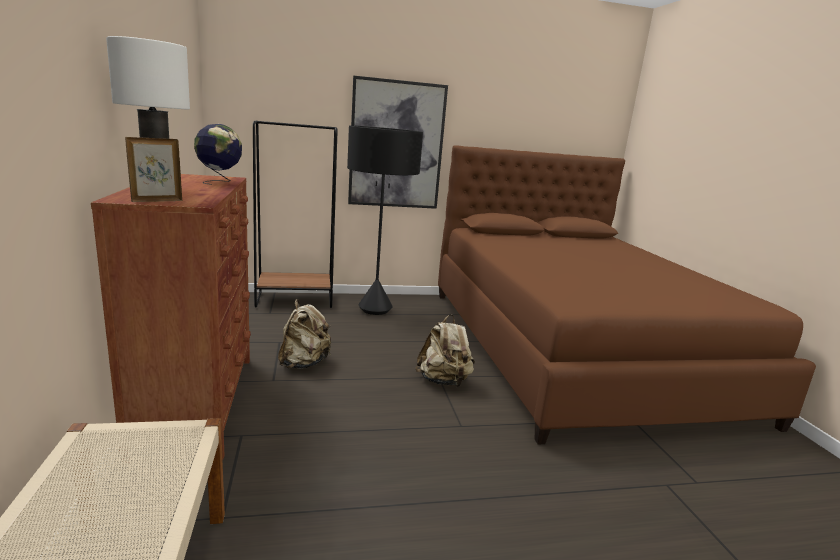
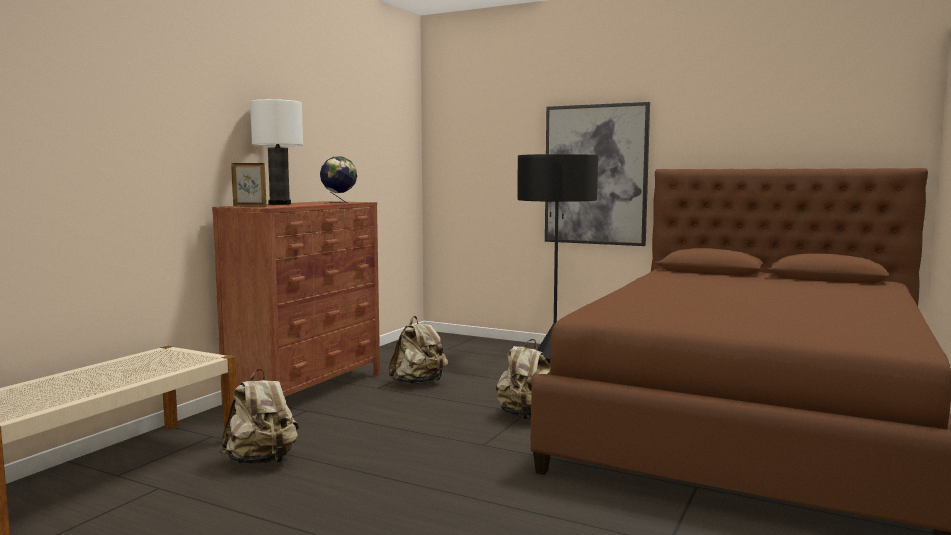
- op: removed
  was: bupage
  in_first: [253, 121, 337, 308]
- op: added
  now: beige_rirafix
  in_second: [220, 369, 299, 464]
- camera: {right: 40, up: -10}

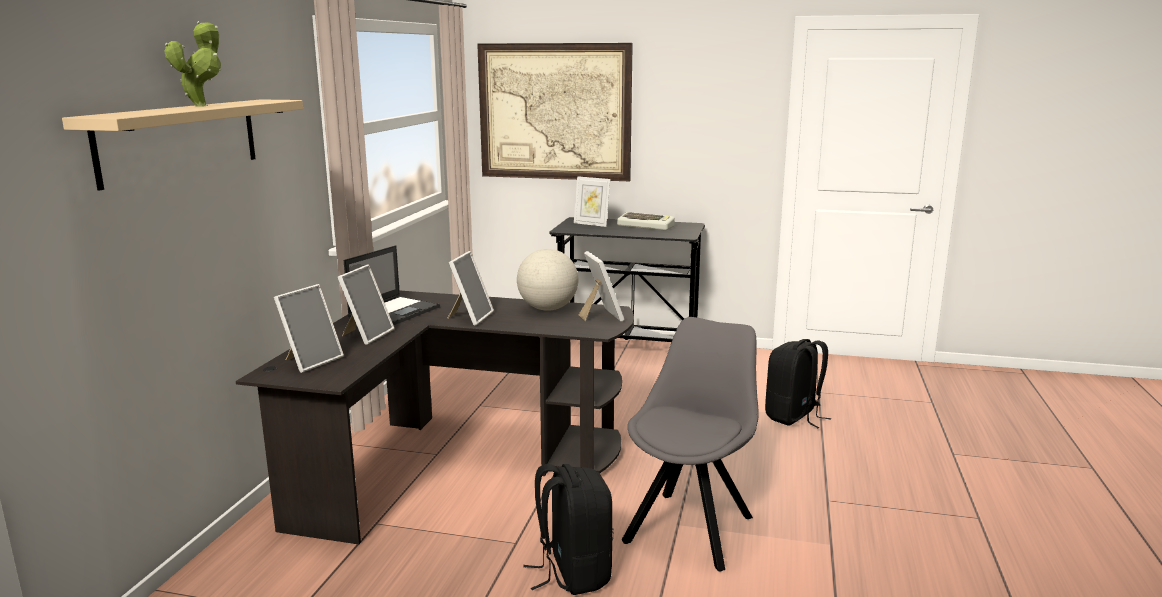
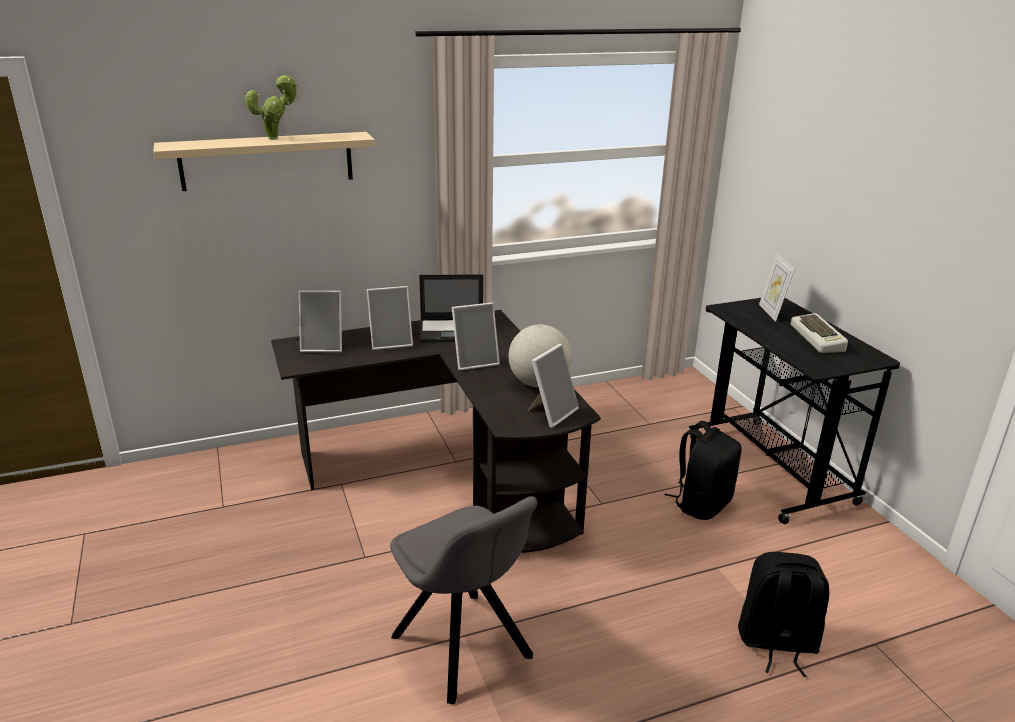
- op: removed
  was: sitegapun
  in_first: [477, 43, 633, 181]
- op: moved
  was: black_rirafix
  in_first: [523, 464, 614, 595]
  in_second: [665, 421, 742, 520]
- op: turned
  was: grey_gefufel
  in_first: [622, 317, 759, 571]
  in_second: [390, 496, 537, 704]
  clockwise: 60
- camera: {right: 55, up: 10}

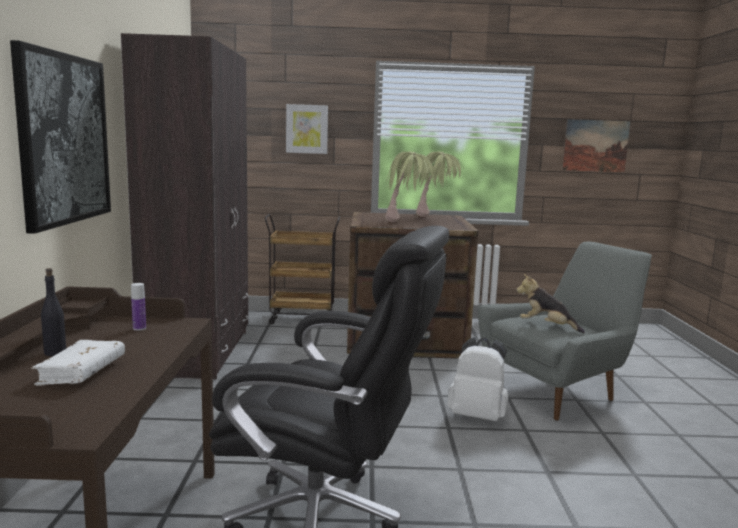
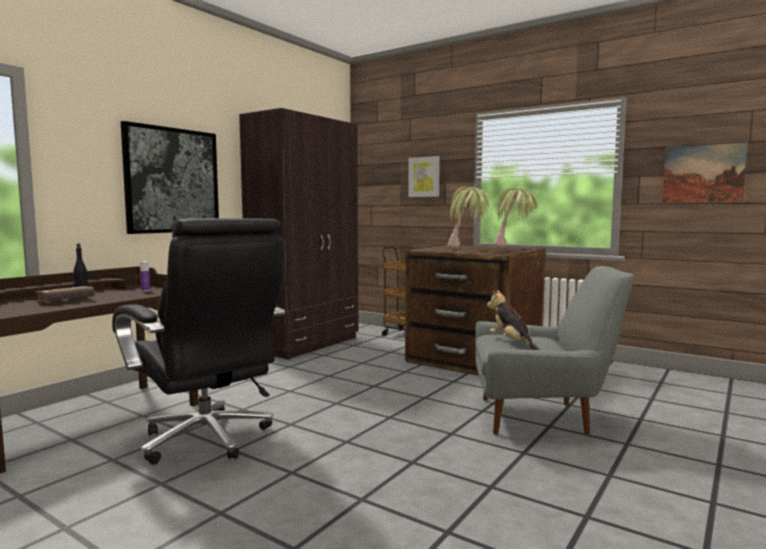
- op: recoloured
  was: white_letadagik
  now: brown_letadagik
  in_first: [31, 340, 125, 386]
  in_second: [35, 286, 95, 302]
- op: removed
  was: white_rirafix
  in_first: [447, 337, 509, 421]
- camera: {right: 35, up: -5}

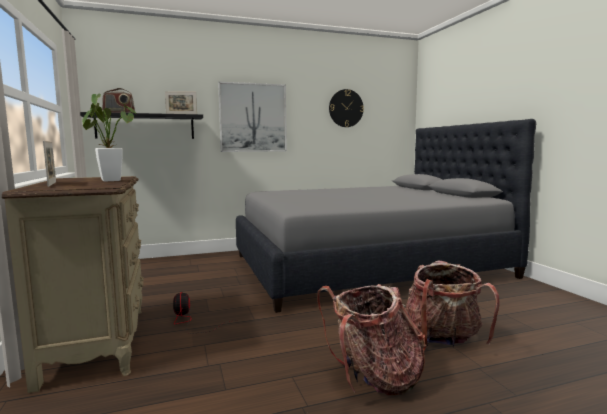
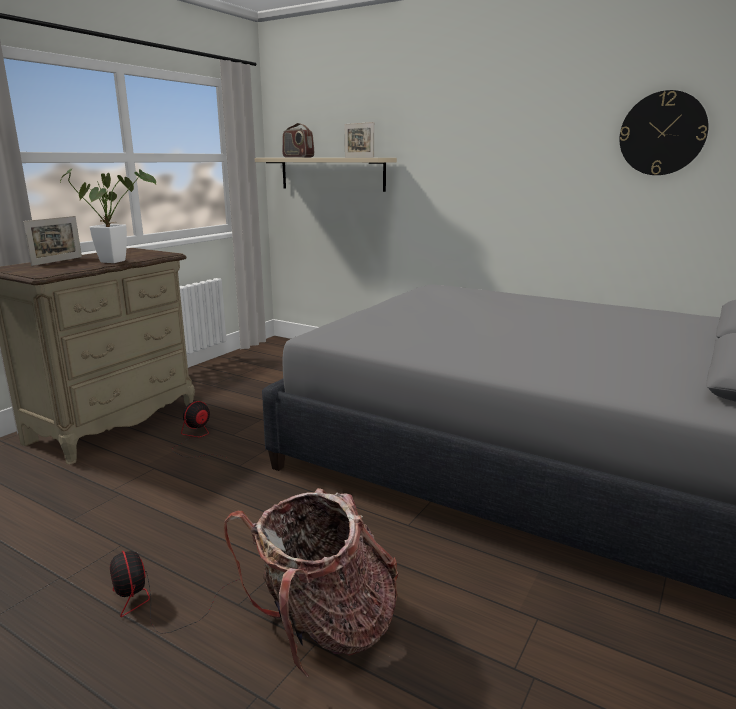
- op: recoloured
  was: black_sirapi
  now: beige_sirapi
  in_first: [80, 112, 203, 139]
  in_second: [255, 158, 397, 192]
- op: removed
  was: sitegapun
  in_first: [218, 81, 287, 152]
- op: replaced
  was: rirafix
  now: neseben
  in_first: [317, 284, 426, 395]
  in_second: [110, 551, 240, 634]
- camera: {right: 50, up: 10}

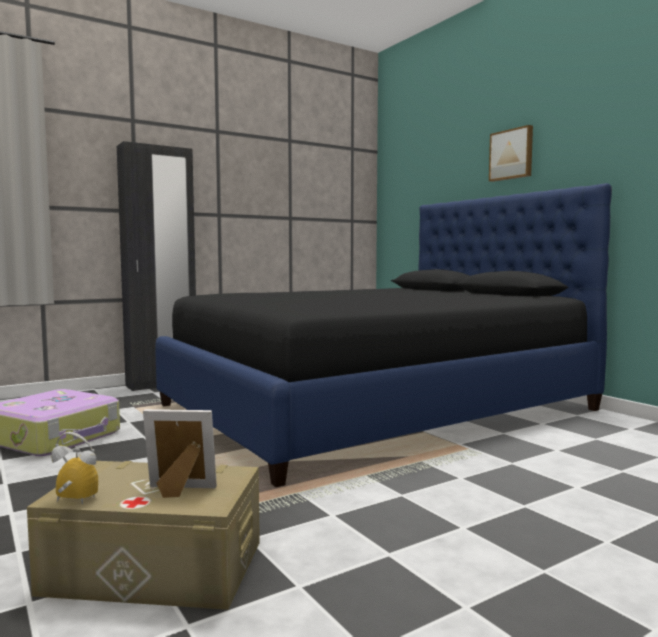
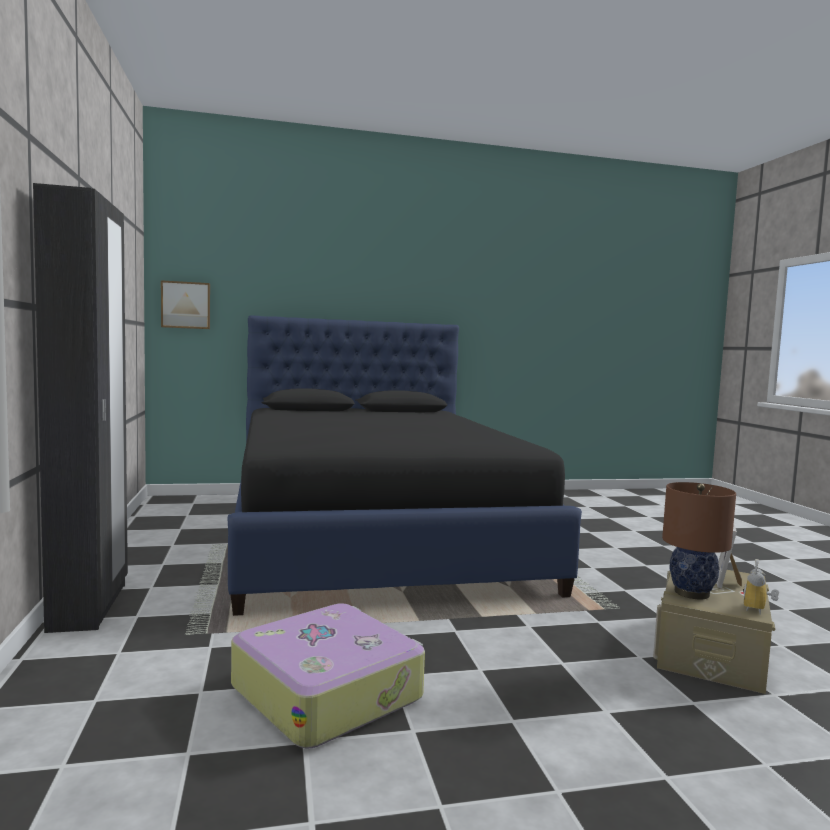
- op: moved
  was: sitegapun
  in_first: [489, 125, 533, 182]
  in_second: [161, 280, 210, 329]
- op: added
  now: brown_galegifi
  in_second: [662, 482, 736, 599]
- camera: {right: -70, up: 0}

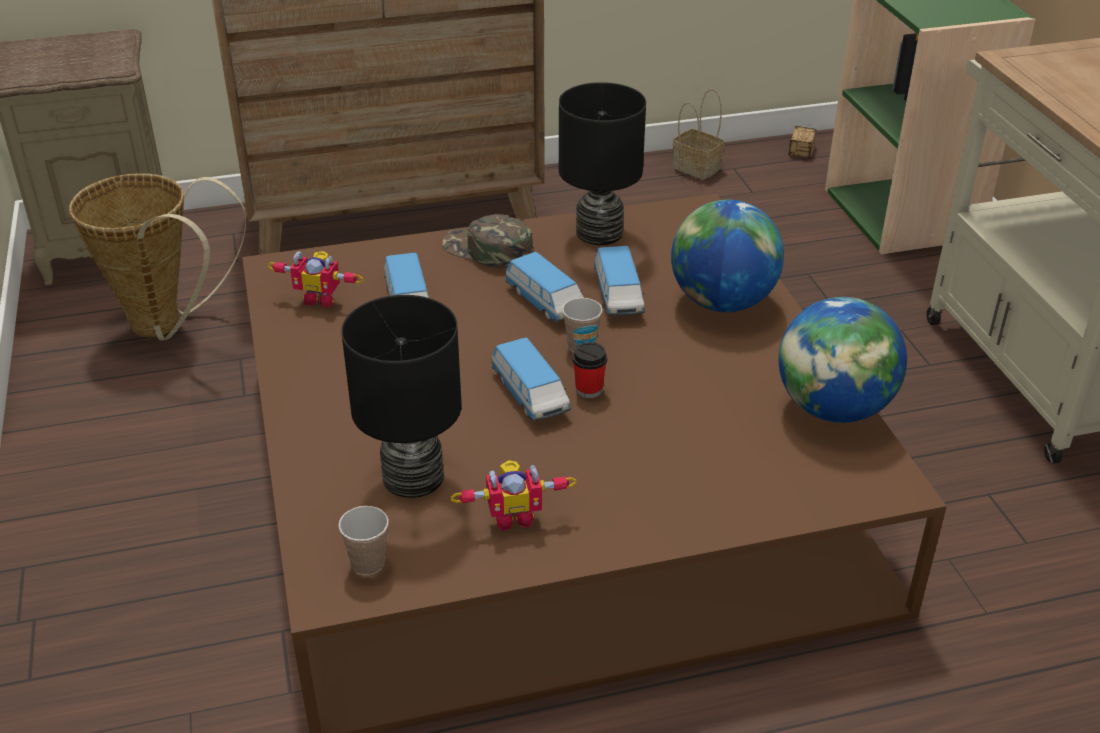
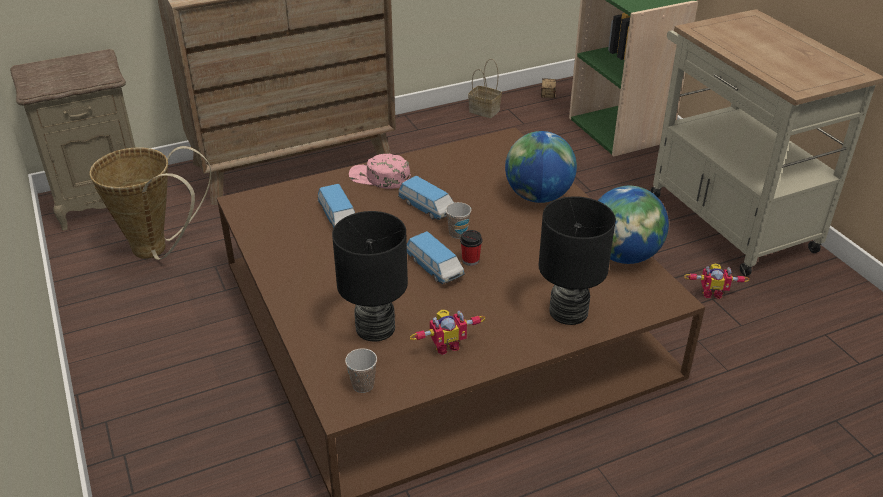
- op: moved
  was: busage
  in_first: [268, 251, 363, 308]
  in_second: [684, 263, 749, 299]
- op: recoloured
  was: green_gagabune
  now: pink_gagabune
  in_first: [442, 214, 533, 268]
  in_second: [349, 154, 410, 189]
- op: moved
  was: black_galegifi
  in_first: [559, 82, 646, 245]
  in_second: [539, 196, 616, 325]
- op: removed
  was: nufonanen
  in_first: [594, 246, 645, 316]
- camera: {right: -10, up: 0}

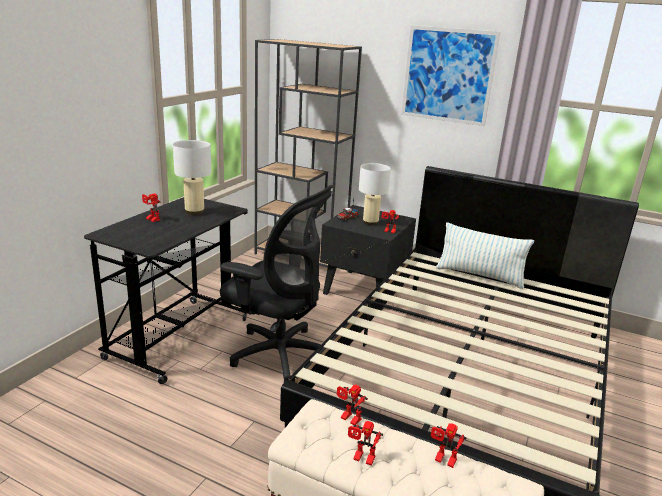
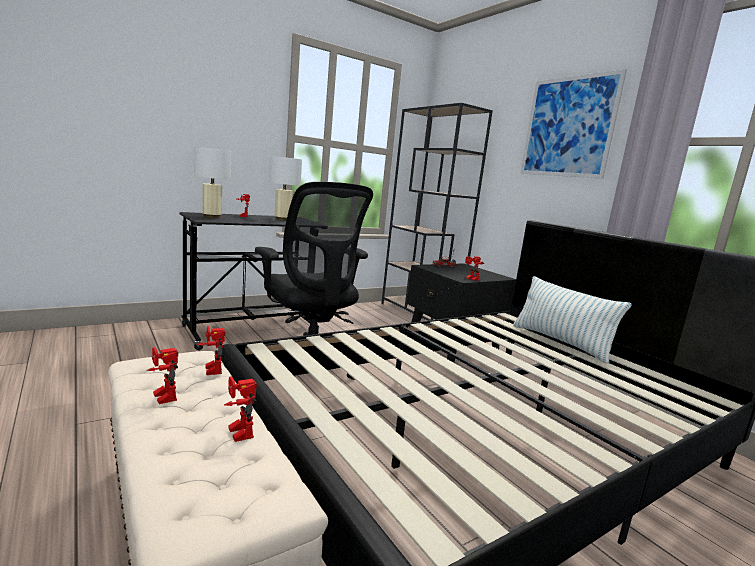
- op: moved
  was: white_galegifi
  in_first: [359, 163, 391, 225]
  in_second: [194, 147, 231, 218]
- camera: {right: 30, up: -10}

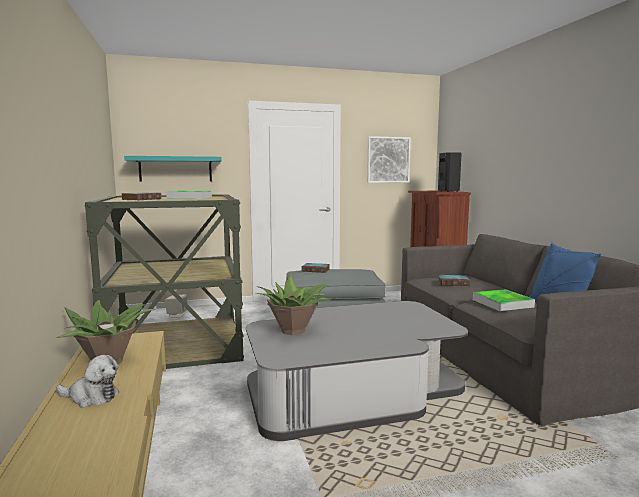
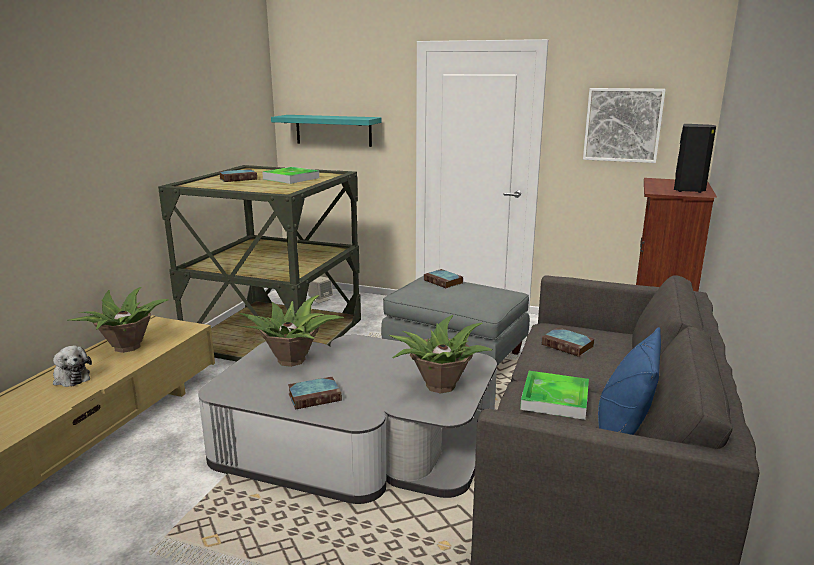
- op: added
  now: letadagik
  in_second: [288, 377, 342, 410]
- op: added
  now: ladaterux
  in_second: [389, 315, 492, 394]
- camera: {right: 35, up: 10}

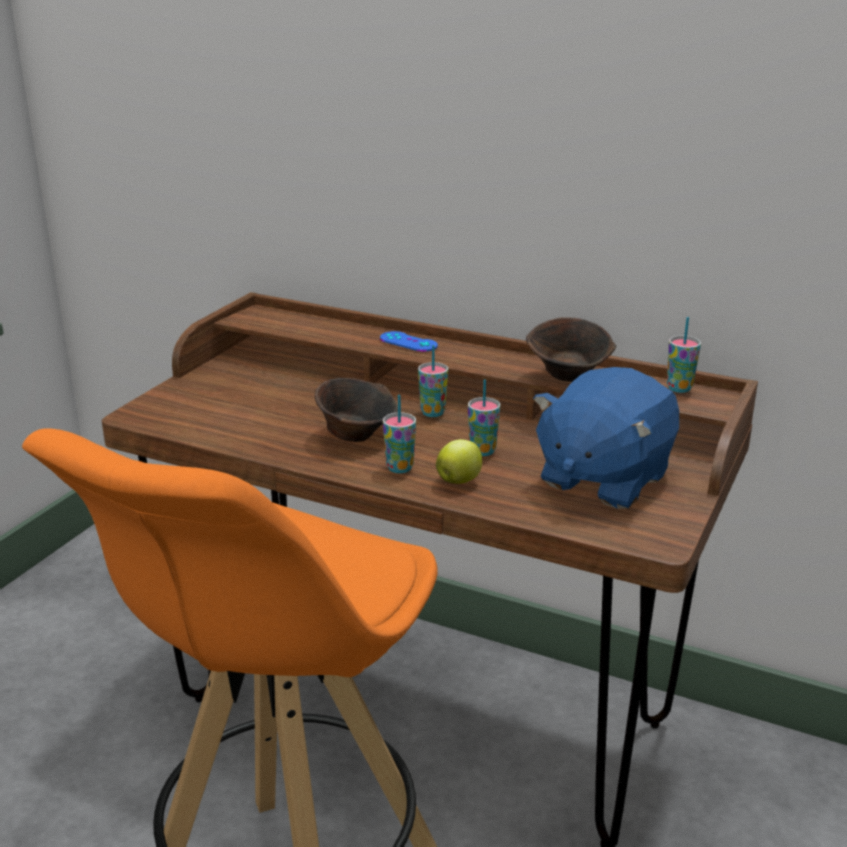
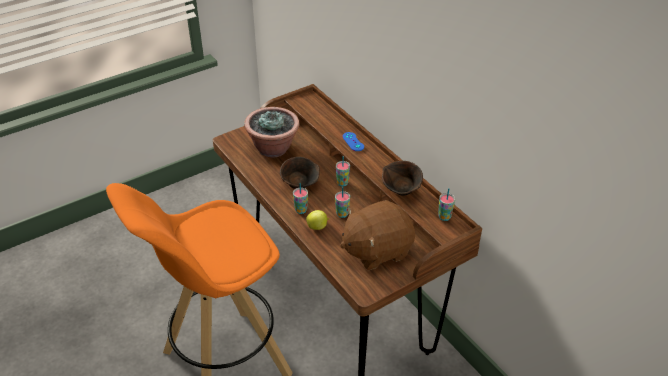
- op: recoloured
  was: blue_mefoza
  now: brown_mefoza
  in_first: [533, 367, 679, 509]
  in_second: [340, 200, 415, 270]
- op: added
  now: ladaterux
  in_second: [244, 107, 300, 158]
- camera: {right: 30, up: 15}

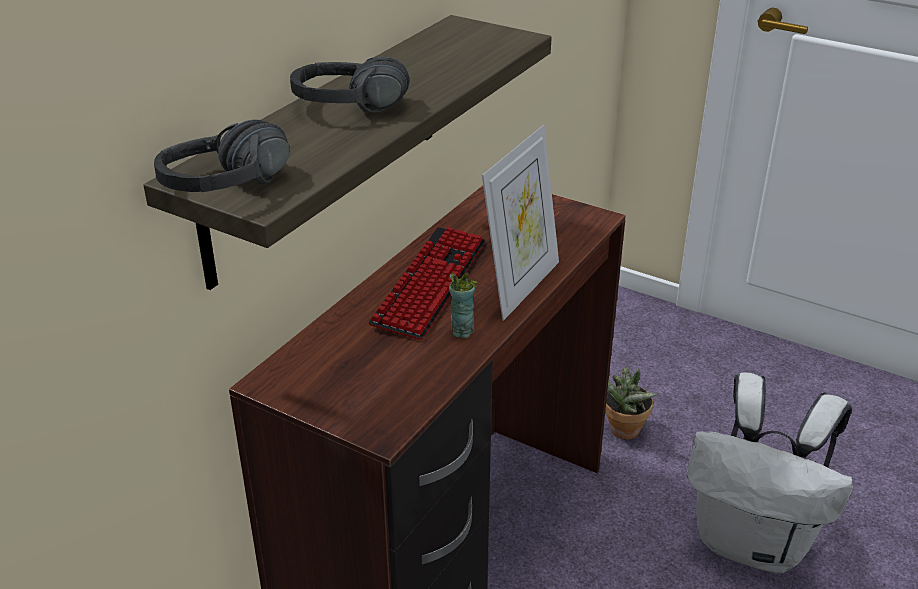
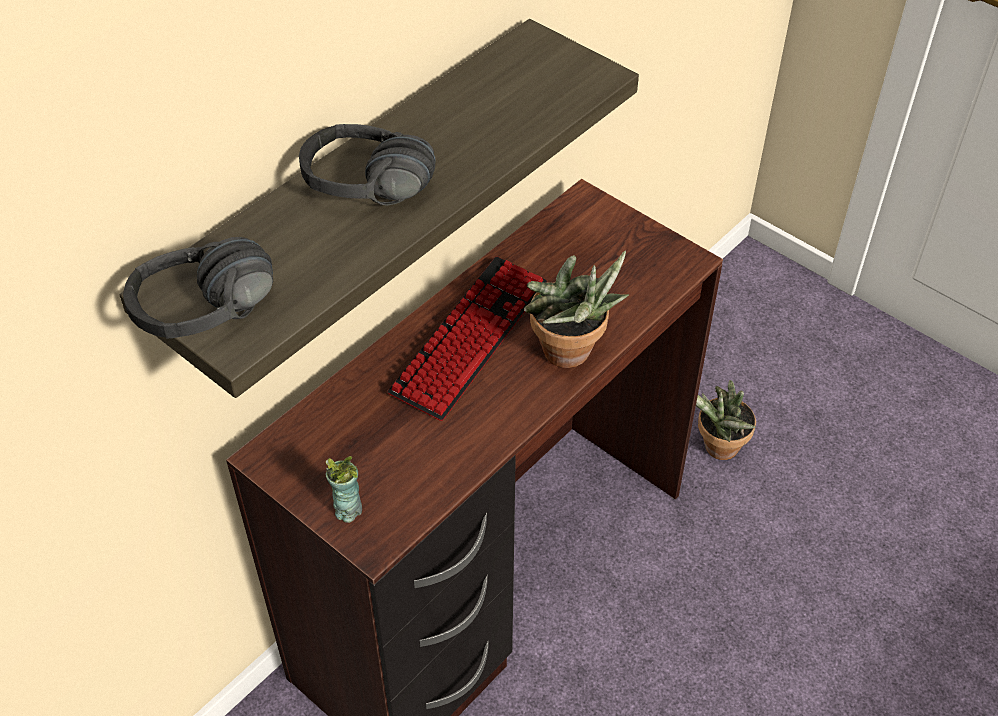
- op: moved
  was: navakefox
  in_first: [449, 273, 477, 338]
  in_second: [326, 456, 362, 523]
- op: replaced
  was: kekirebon
  now: ladaterux
  in_first: [482, 125, 559, 321]
  in_second: [524, 251, 629, 368]
- op: removed
  was: white_rirafix
  in_first: [687, 372, 853, 574]
- camera: {right: 10, up: 15}

